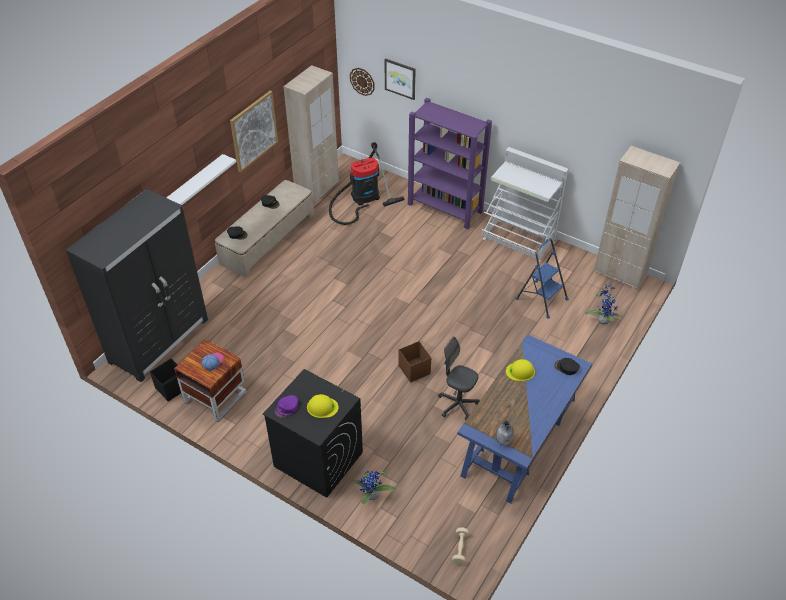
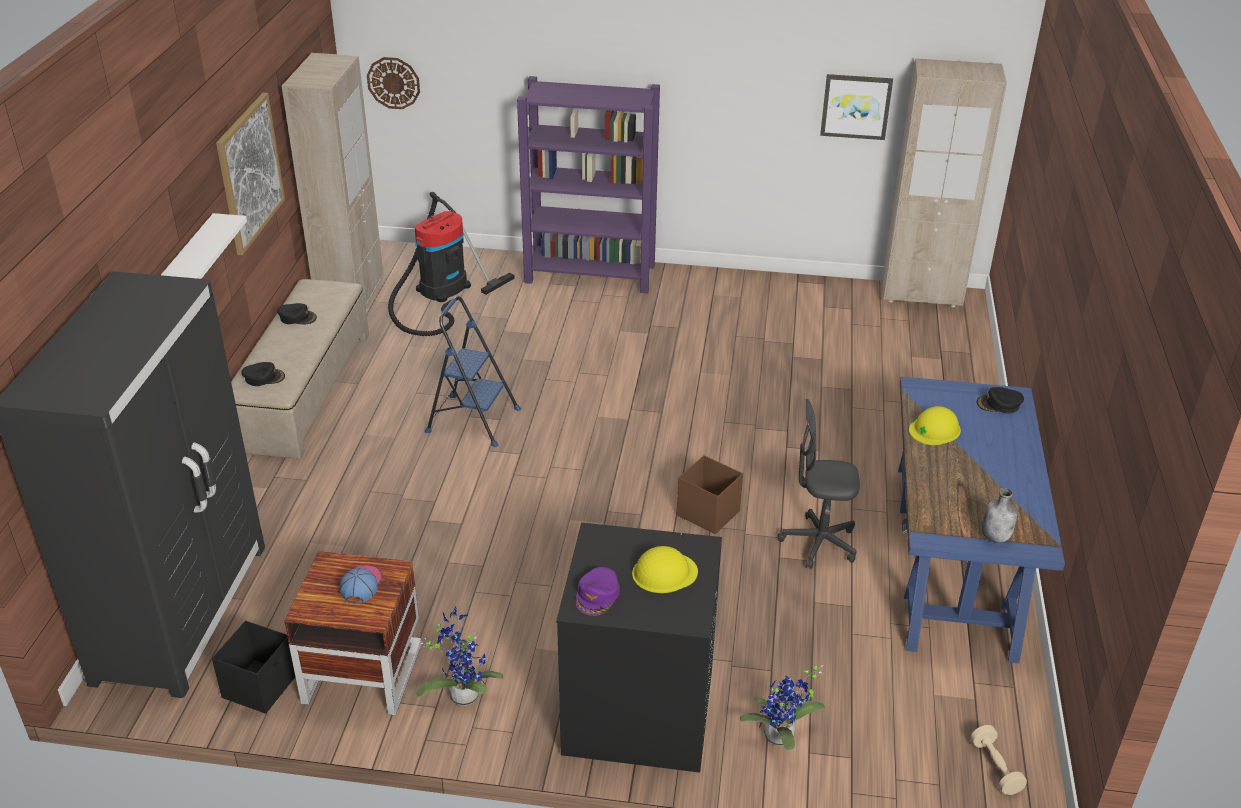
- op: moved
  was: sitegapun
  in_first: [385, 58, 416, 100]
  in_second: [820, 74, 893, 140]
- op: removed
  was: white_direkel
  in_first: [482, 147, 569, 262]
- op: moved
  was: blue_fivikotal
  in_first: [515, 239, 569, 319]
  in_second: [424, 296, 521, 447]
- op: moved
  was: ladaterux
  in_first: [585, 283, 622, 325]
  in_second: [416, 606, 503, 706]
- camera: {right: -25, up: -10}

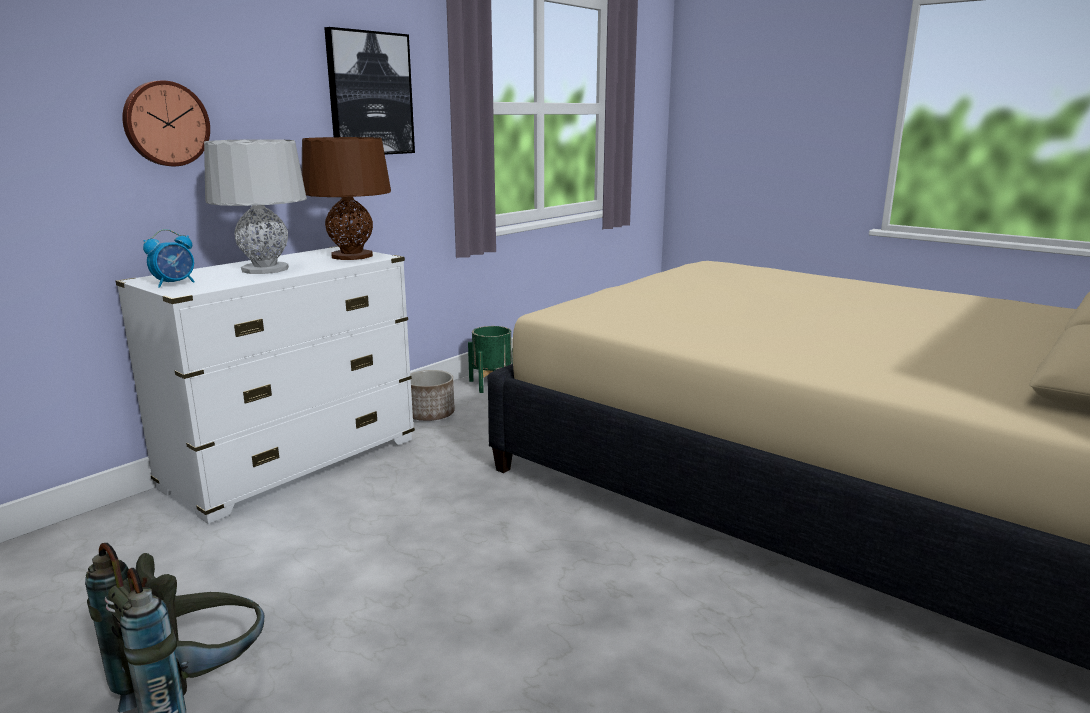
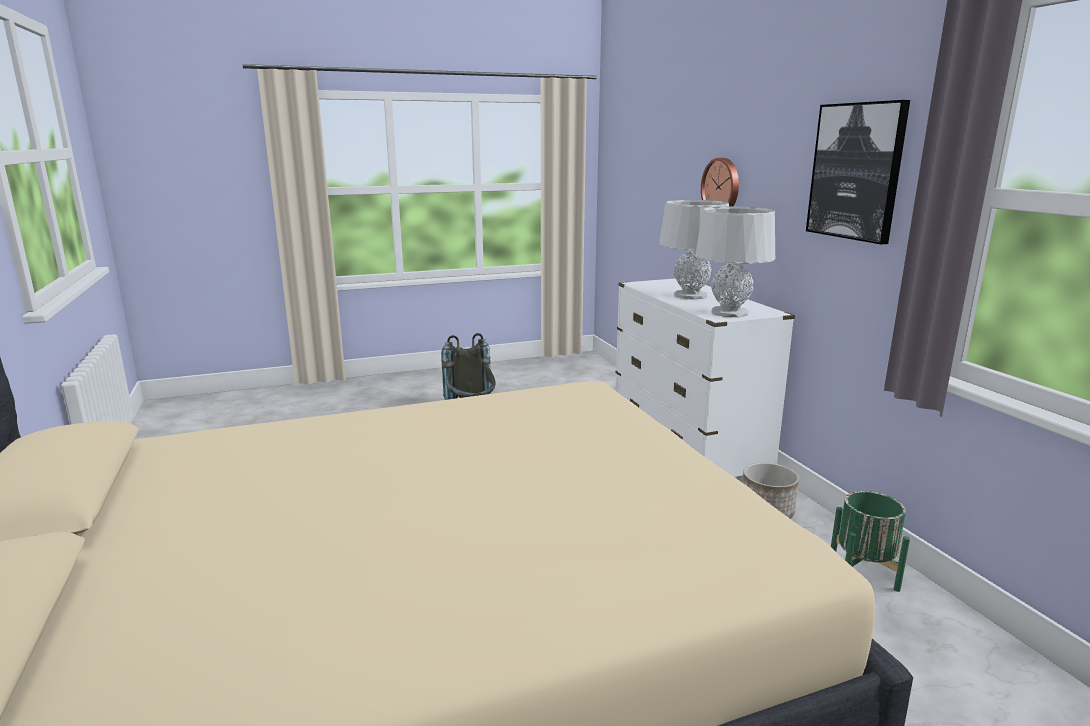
- op: removed
  was: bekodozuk
  in_first: [143, 229, 194, 288]
- op: recoloured
  was: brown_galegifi
  now: grey_galegifi
  in_first: [302, 137, 391, 260]
  in_second: [695, 206, 775, 317]
- camera: {right: 120, up: 0}

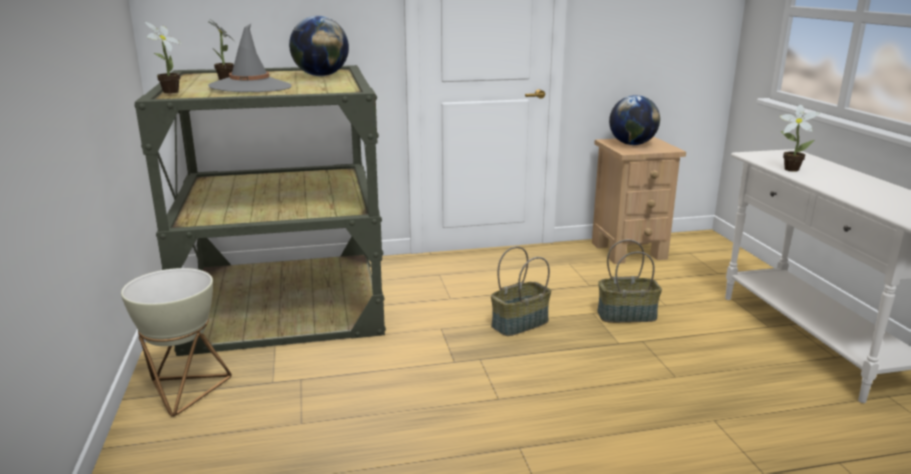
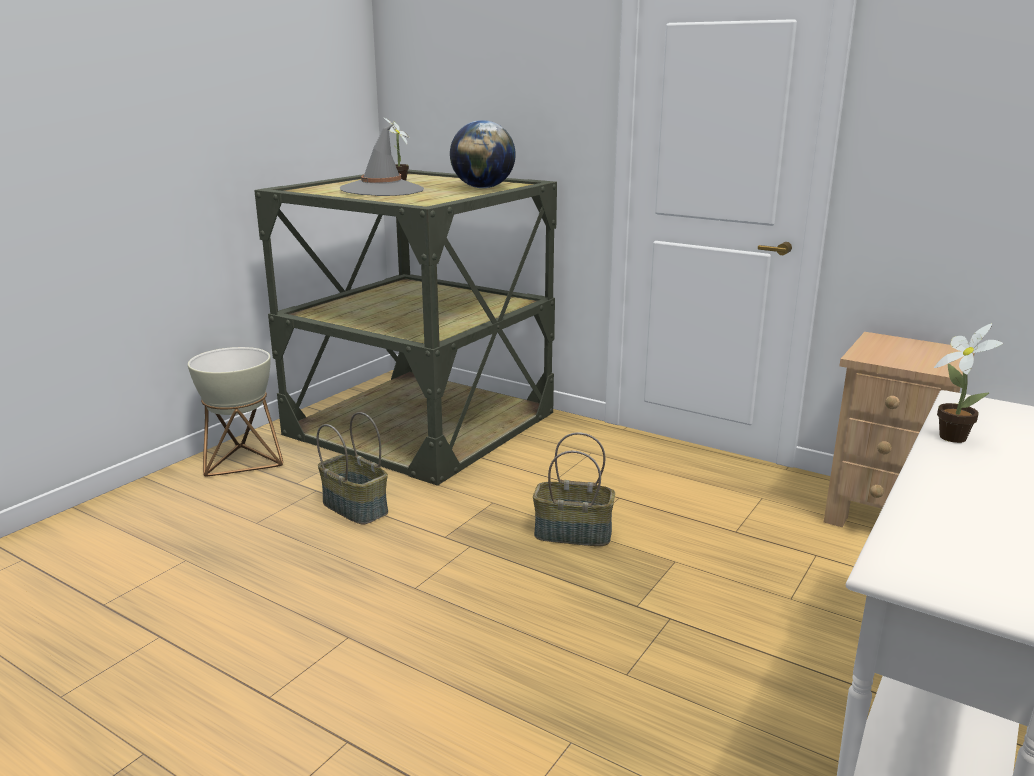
- op: removed
  was: ladaterux
  in_first: [145, 22, 182, 94]
- op: moved
  was: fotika
  in_first: [597, 239, 662, 323]
  in_second: [317, 412, 388, 525]
- op: removed
  was: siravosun
  in_first: [609, 95, 660, 145]
- camera: {right: 45, up: 0}

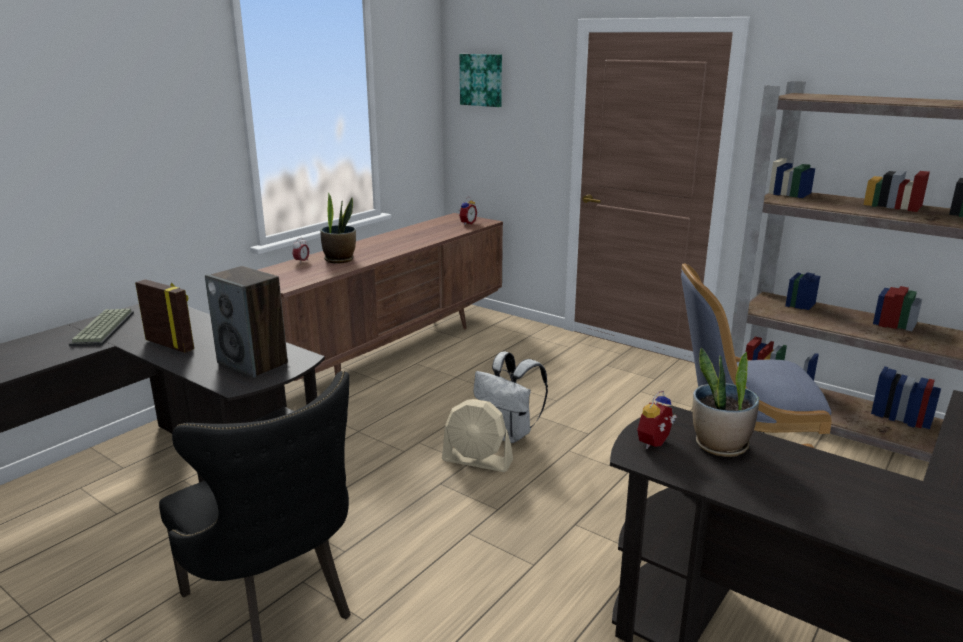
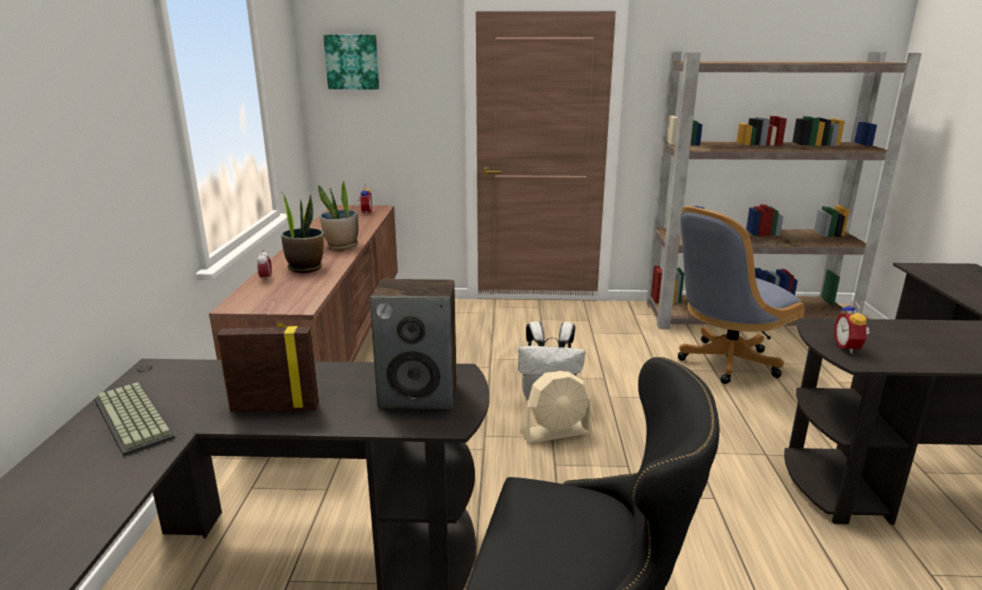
- op: moved
  was: ladaterux
  in_first: [692, 348, 759, 457]
  in_second: [318, 181, 358, 250]
- camera: {right: -35, up: 0}

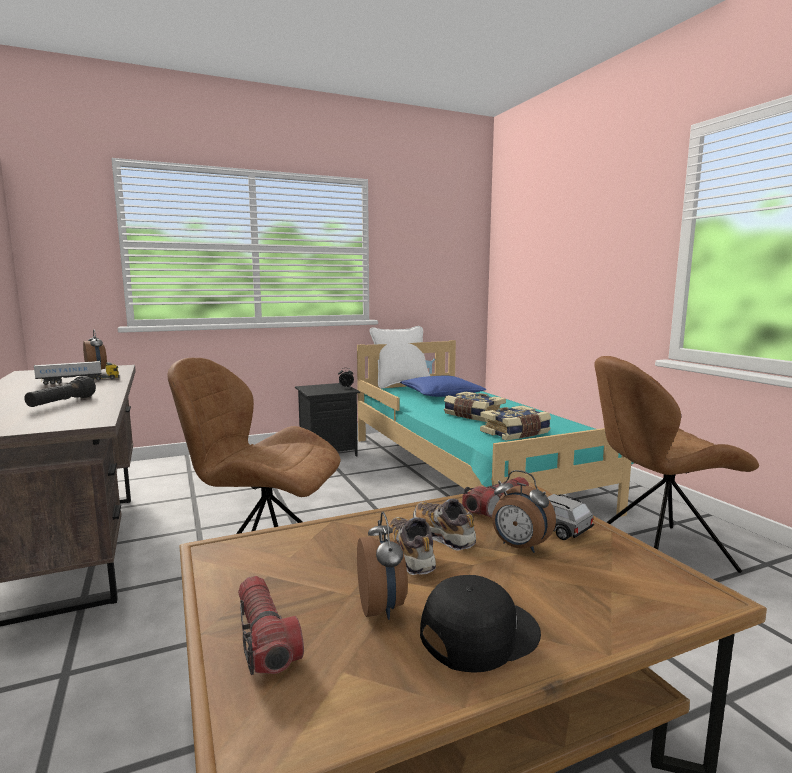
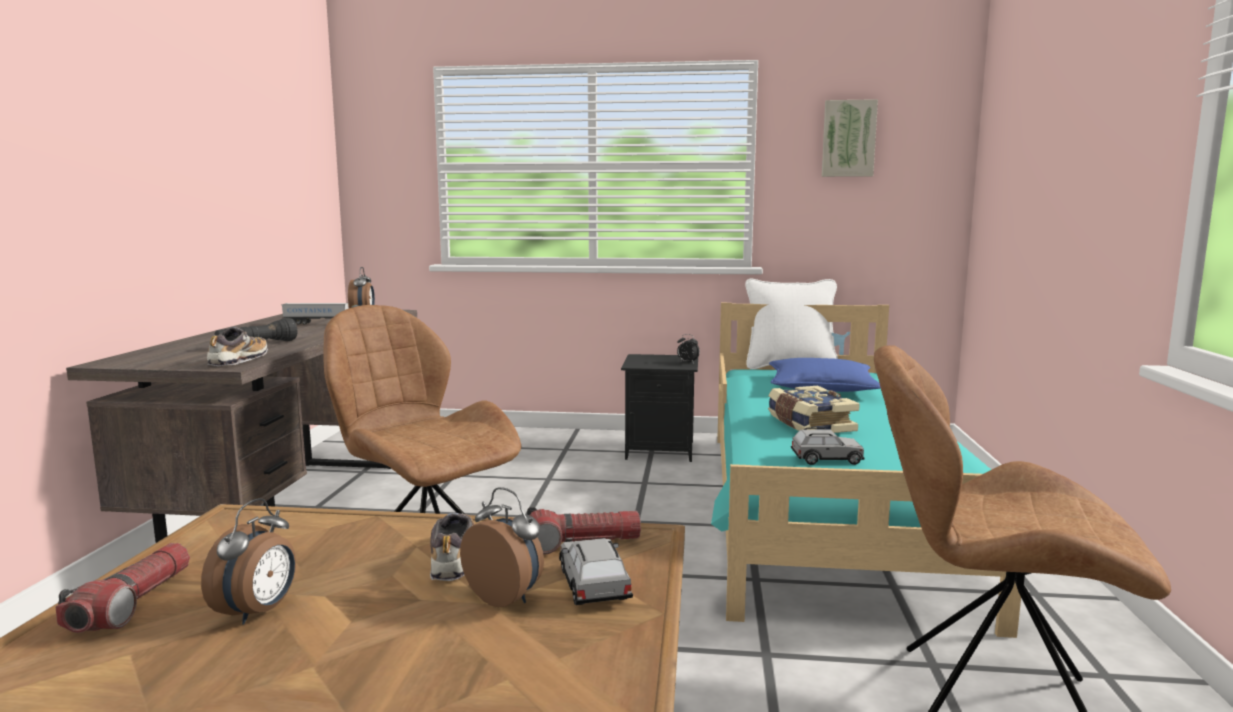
- op: moved
  was: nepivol
  in_first: [386, 517, 436, 575]
  in_second: [207, 327, 268, 366]
- op: removed
  was: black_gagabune
  in_first: [420, 575, 541, 673]
- op: replaced
  was: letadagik
  now: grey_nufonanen
  in_first: [480, 406, 551, 440]
  in_second: [791, 428, 864, 465]
- op: turned
  was: bekodozuk
  in_first: [492, 470, 556, 553]
  in_second: [460, 487, 544, 607]
  clockwise: 150
- op: added
  now: sitegapun
  in_second: [822, 99, 878, 177]
- camera: {right: 30, up: 0}

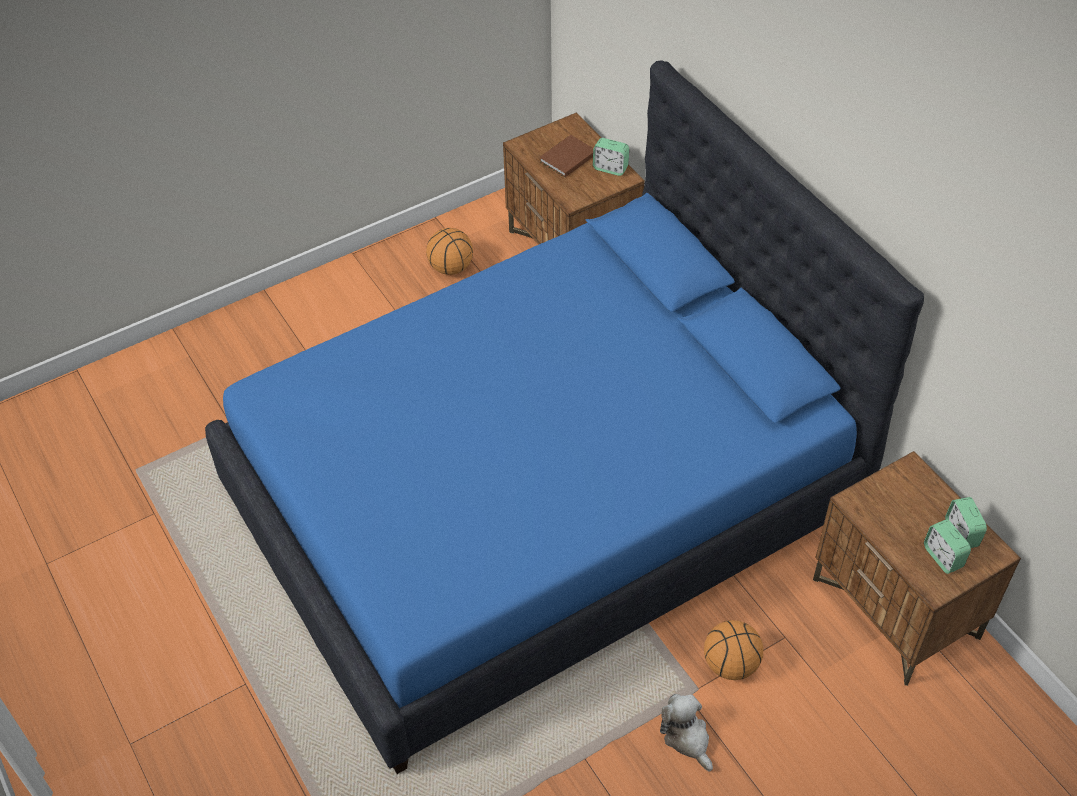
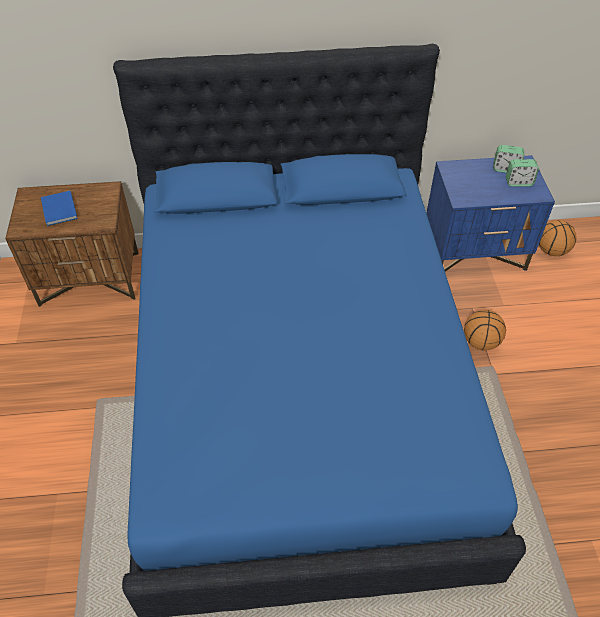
- op: moved
  was: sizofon
  in_first: [426, 228, 473, 275]
  in_second: [539, 220, 577, 256]
- op: recoloured
  was: brown_letadagik
  now: blue_letadagik
  in_first: [539, 135, 593, 177]
  in_second: [41, 191, 78, 226]
- op: removed
  was: bekodozuk
  in_first: [593, 138, 629, 176]
- op: removed
  was: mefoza
  in_first: [660, 694, 713, 772]
- op: recoloured
  was: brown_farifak
  now: blue_farifak
  in_first: [813, 451, 1021, 686]
  in_second: [426, 155, 555, 271]
- camera: {right: -65, up: 0}

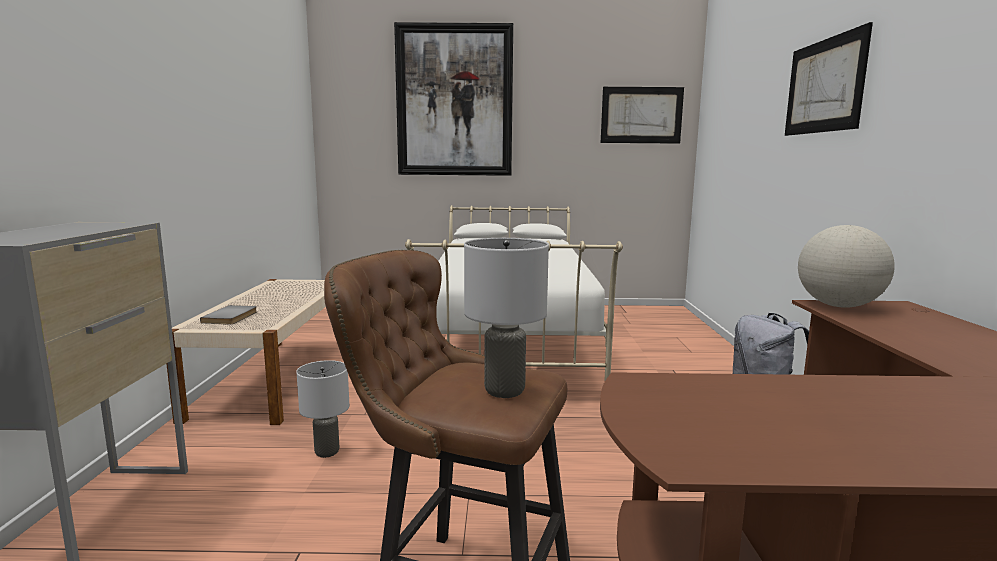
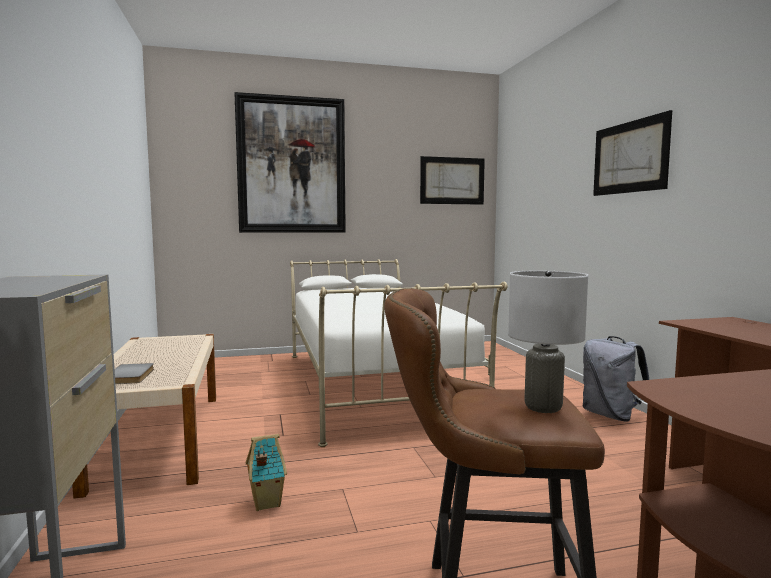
- op: replaced
  was: white_galegifi
  now: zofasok
  in_first: [296, 360, 350, 458]
  in_second: [246, 434, 287, 511]
- op: removed
  was: siravosun
  in_first: [798, 225, 895, 308]
- camera: {right: -15, up: -5}

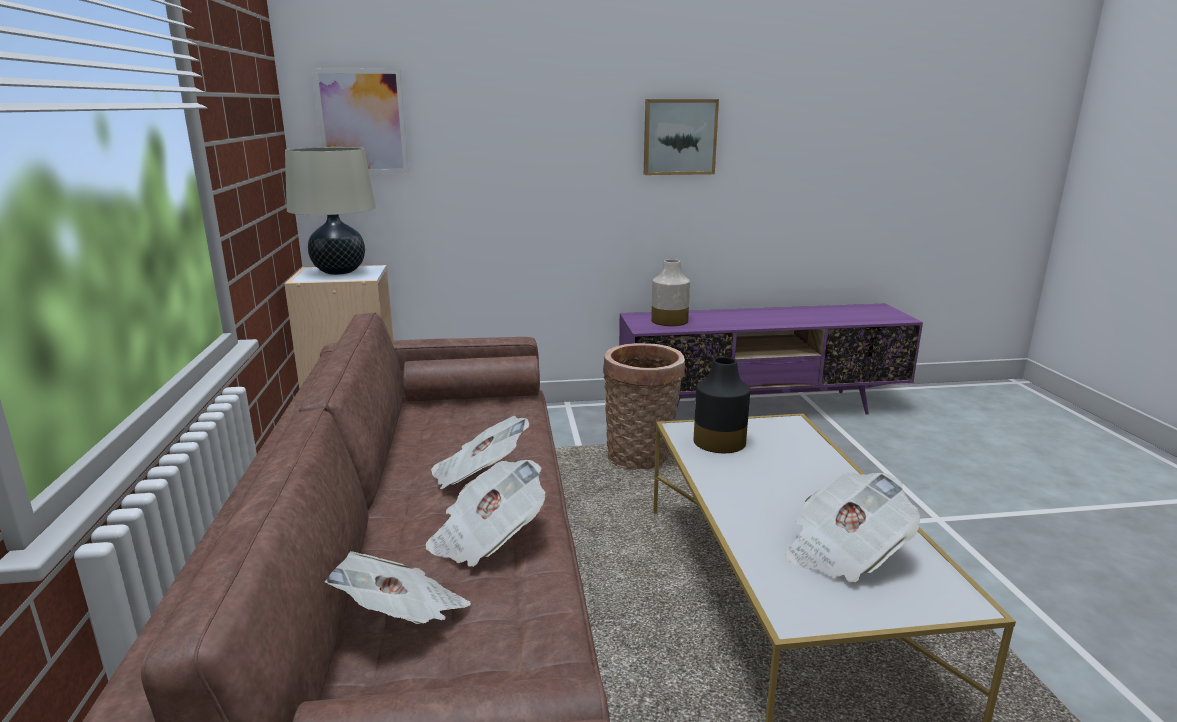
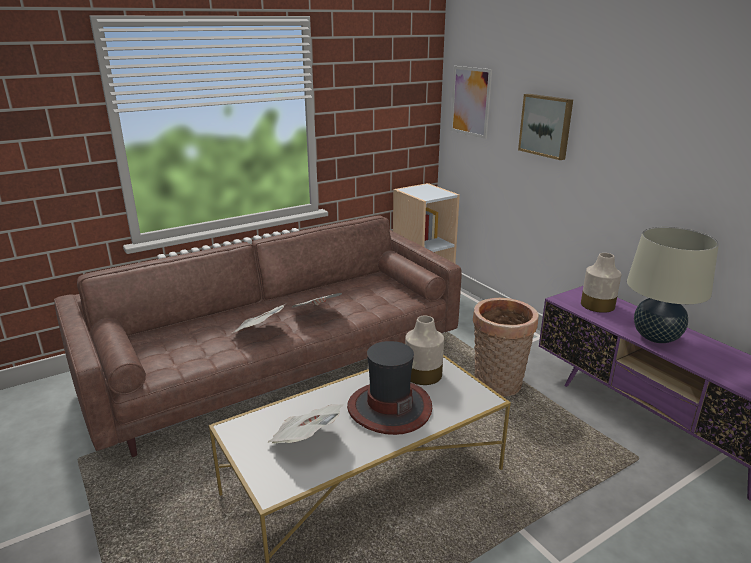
- op: moved
  was: beige_galegifi
  in_first: [285, 147, 376, 275]
  in_second: [627, 227, 719, 343]
- op: removed
  was: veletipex
  in_first: [325, 551, 471, 624]
- op: moved
  was: sitegapun
  in_first: [644, 99, 719, 175]
  in_second: [518, 94, 573, 160]
- op: recoloured
  was: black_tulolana
  now: beige_tulolana
  in_first: [693, 357, 750, 453]
  in_second: [405, 316, 444, 385]
- op: added
  now: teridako
  in_second: [347, 341, 432, 435]
- camera: {right: 65, up: 5}

